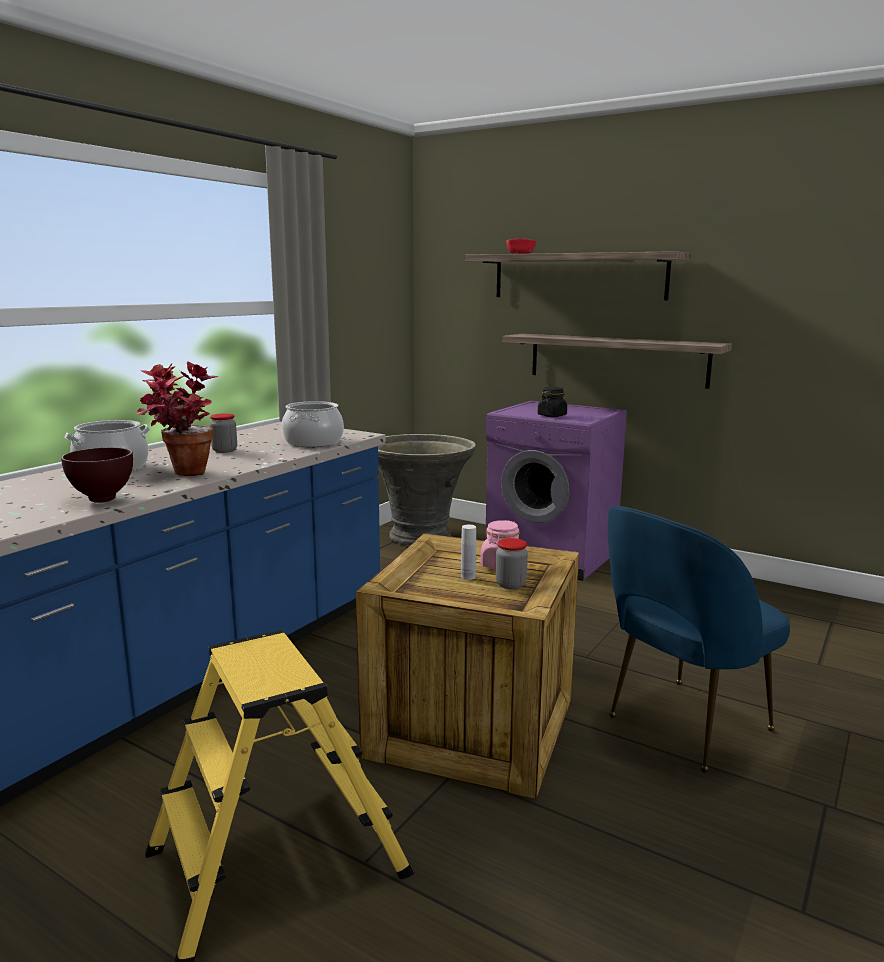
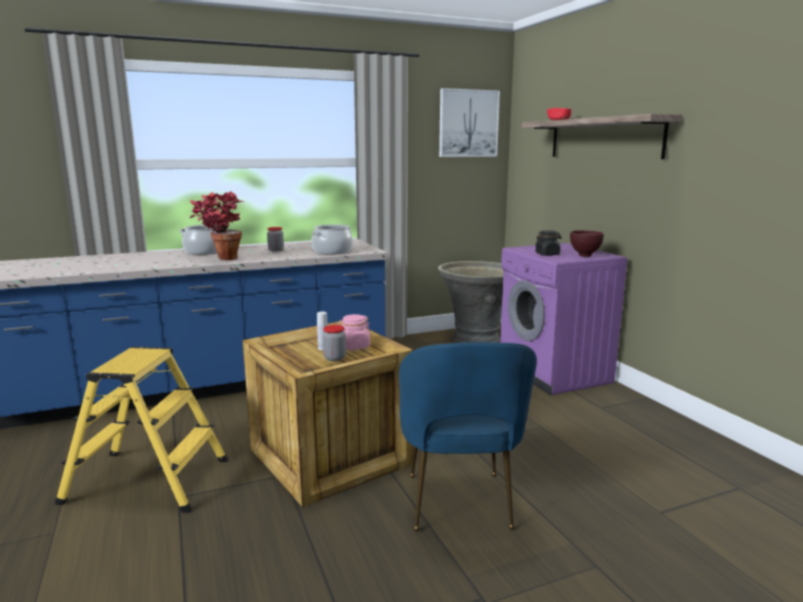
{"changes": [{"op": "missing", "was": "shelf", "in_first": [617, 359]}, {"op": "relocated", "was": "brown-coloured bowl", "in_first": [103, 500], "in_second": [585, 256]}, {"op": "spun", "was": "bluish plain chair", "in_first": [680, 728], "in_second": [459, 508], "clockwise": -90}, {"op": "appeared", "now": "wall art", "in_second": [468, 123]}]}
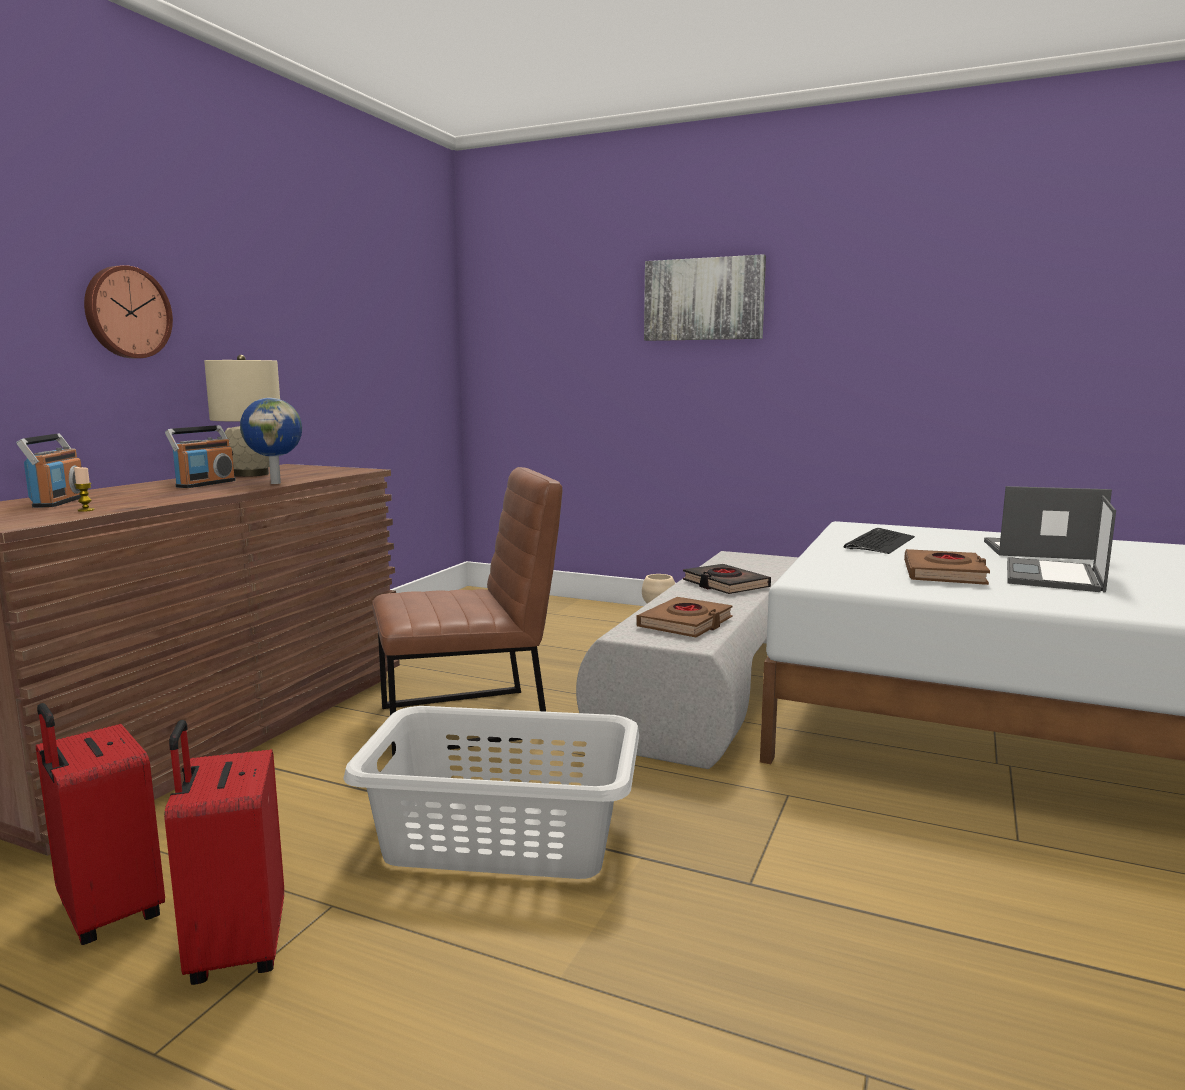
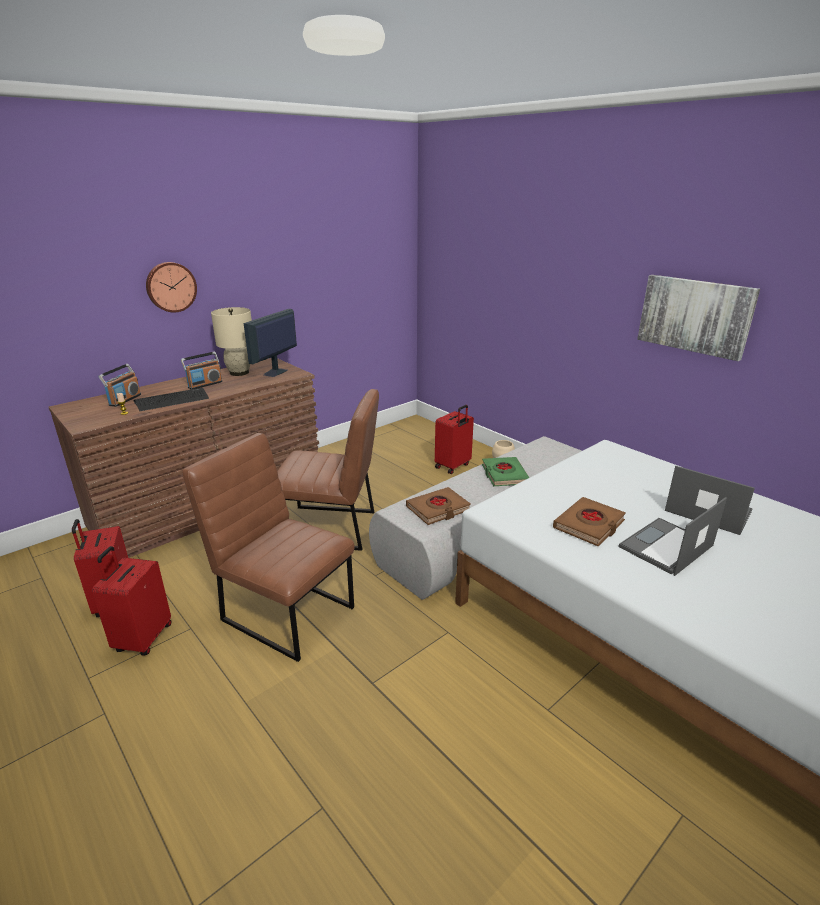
{"changes": [{"op": "relocated", "was": "wall art", "in_first": [704, 299], "in_second": [695, 315]}, {"op": "missing", "was": "globe", "in_first": [276, 483]}, {"op": "relocated", "was": "PC keyboard", "in_first": [879, 543], "in_second": [172, 400]}, {"op": "colour", "was": "blackish bound book", "now": "green-coloured bound book", "in_first": [725, 584], "in_second": [504, 475]}, {"op": "exchanged", "was": "gray washing basket", "now": "brown-coloured plain chair", "in_first": [501, 835], "in_second": [286, 611]}, {"op": "appeared", "now": "computer screen", "in_second": [275, 372]}, {"op": "appeared", "now": "reddish suitcase", "in_second": [453, 466]}]}
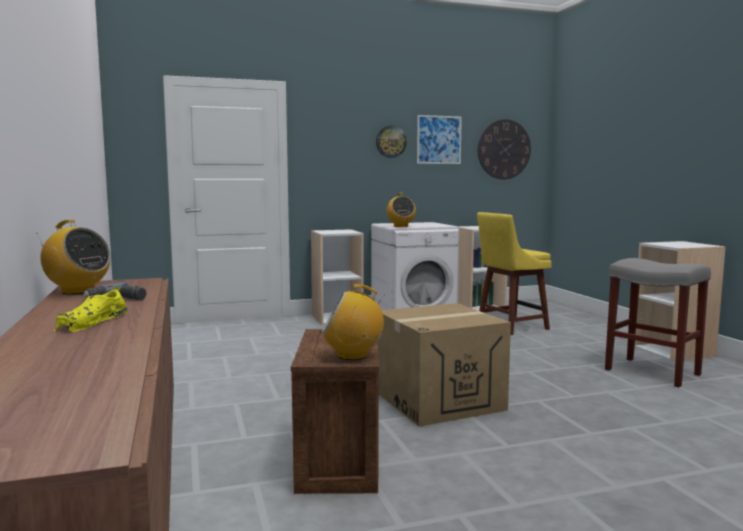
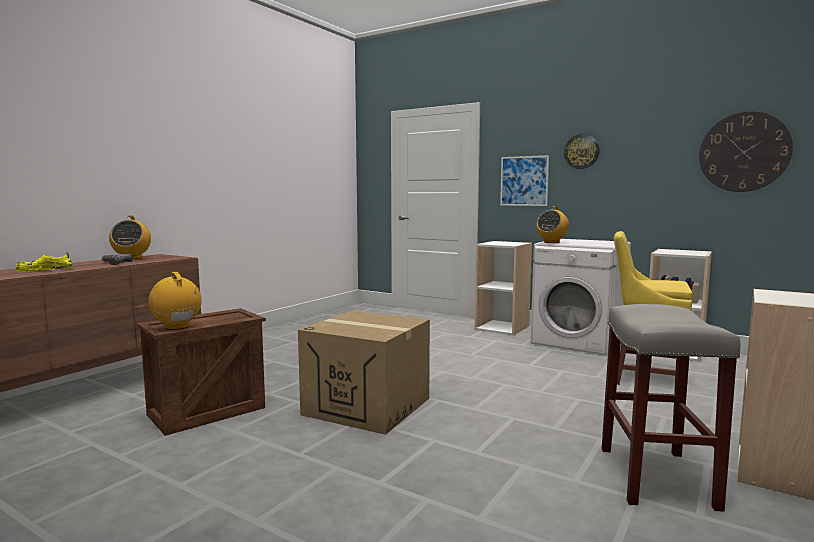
{"changes": [{"op": "relocated", "was": "wall art", "in_first": [439, 139], "in_second": [524, 181]}]}
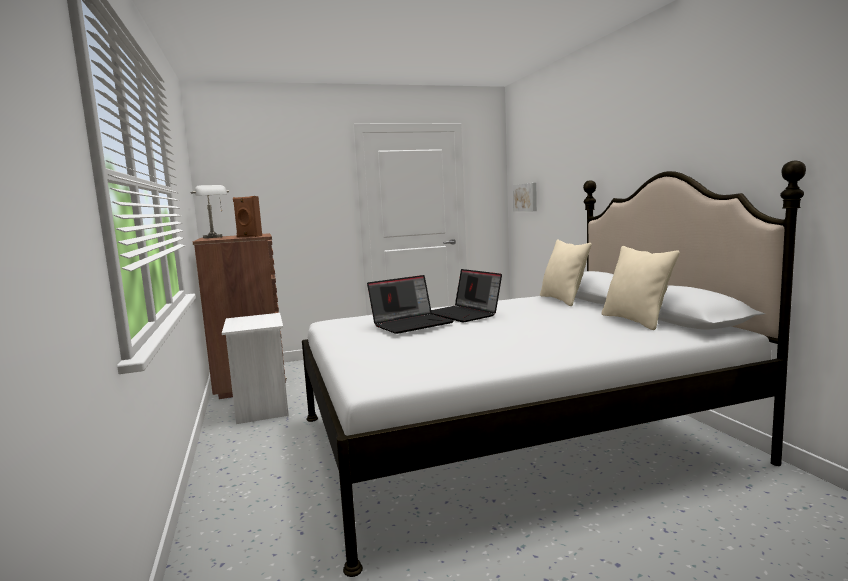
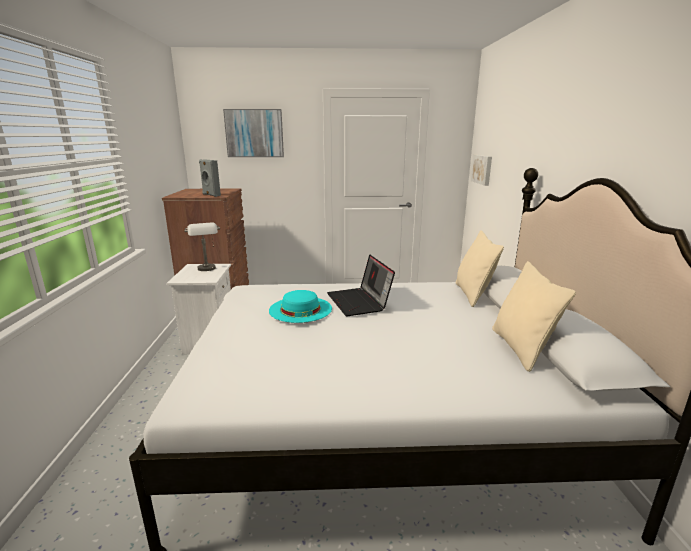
{"changes": [{"op": "relocated", "was": "gray table lamp", "in_first": [215, 237], "in_second": [207, 270]}, {"op": "colour", "was": "brown-coloured speaker", "now": "gray speaker", "in_first": [248, 236], "in_second": [211, 195]}, {"op": "exchanged", "was": "portable computer", "now": "turquoise wearable hat", "in_first": [412, 323], "in_second": [300, 309]}, {"op": "appeared", "now": "wall art", "in_second": [254, 133]}]}
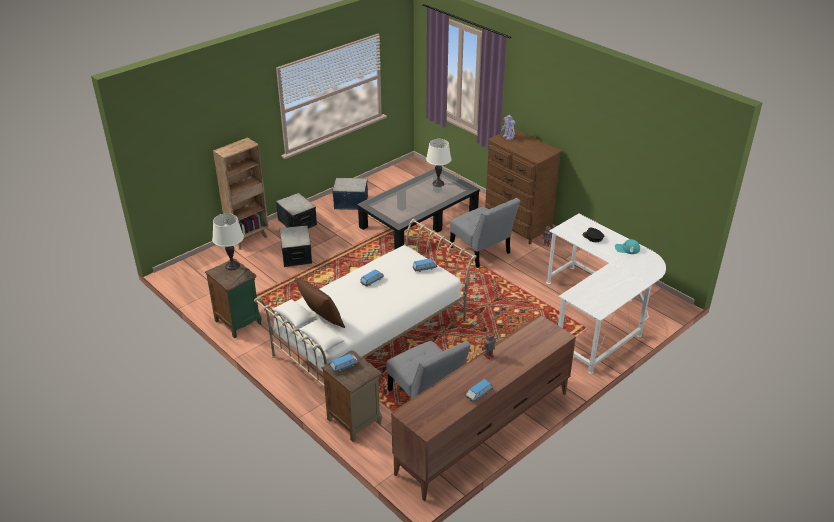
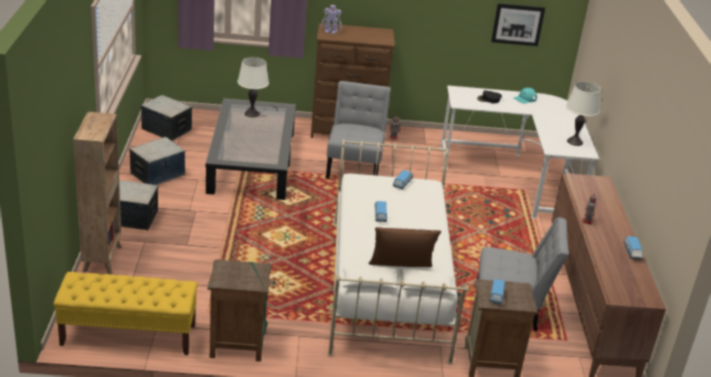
{"changes": [{"op": "spun", "was": "gray plain chair", "in_first": [482, 252], "in_second": [354, 167], "clockwise": -90}, {"op": "relocated", "was": "white-coloured table lamp", "in_first": [232, 266], "in_second": [575, 142]}, {"op": "relocated", "was": "storage bin", "in_first": [297, 255], "in_second": [166, 129]}, {"op": "appeared", "now": "wall art", "in_second": [517, 24]}, {"op": "appeared", "now": "yellow-coloured indoor bench", "in_second": [128, 335]}]}
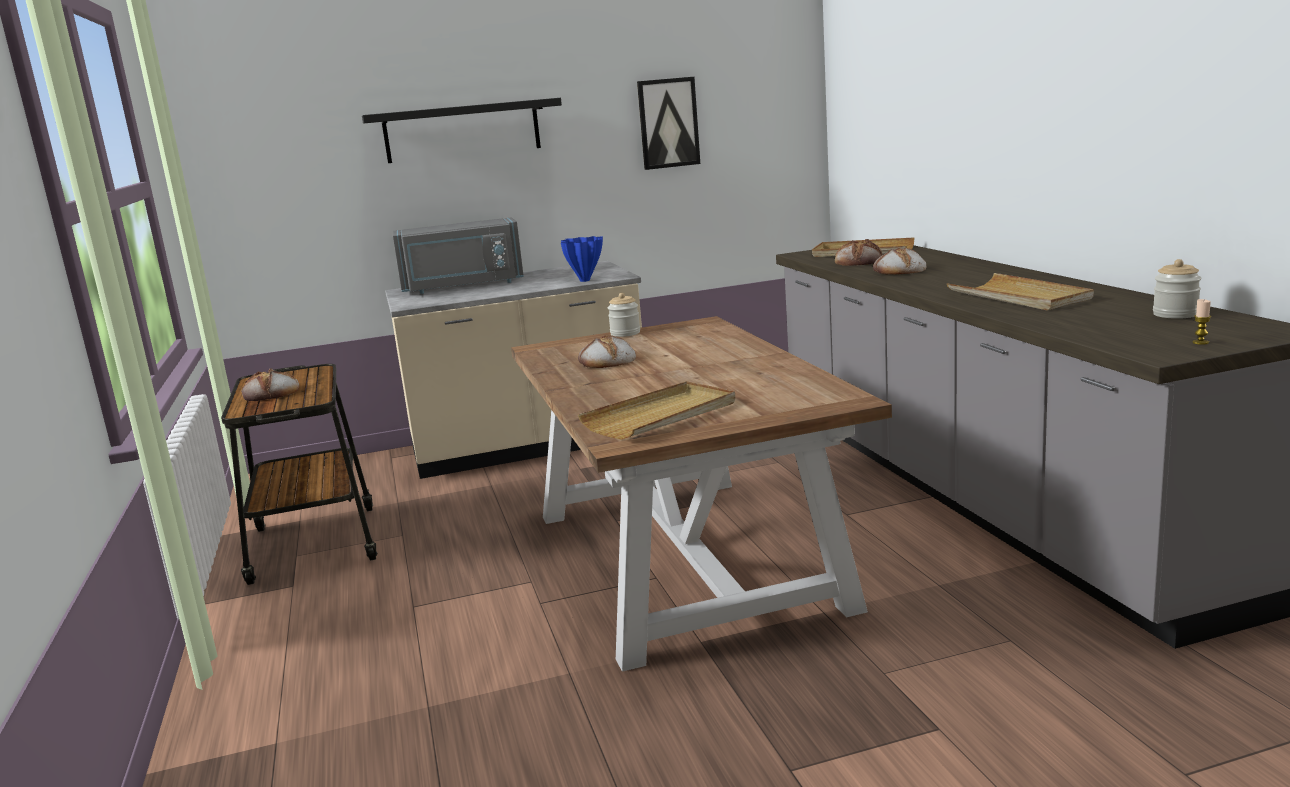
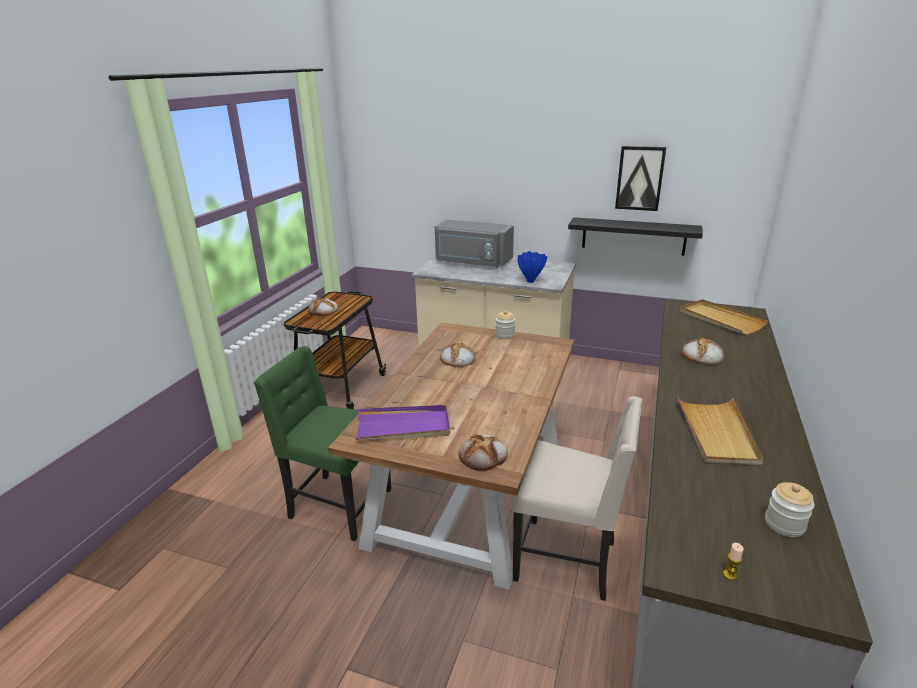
{"changes": [{"op": "relocated", "was": "blackish shelf", "in_first": [462, 131], "in_second": [633, 236]}, {"op": "relocated", "was": "baked bread", "in_first": [859, 261], "in_second": [483, 456]}, {"op": "colour", "was": "beige tray", "now": "purple-coloured tray", "in_first": [661, 415], "in_second": [403, 426]}, {"op": "appeared", "now": "green-coloured plain chair", "in_second": [338, 505]}, {"op": "appeared", "now": "beige plain chair", "in_second": [568, 560]}]}
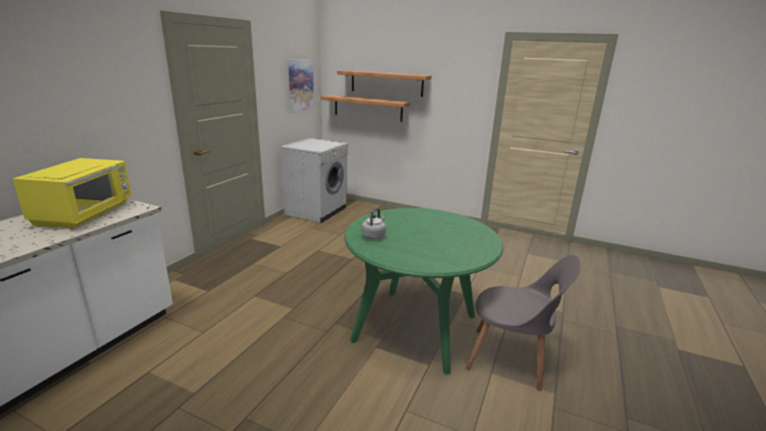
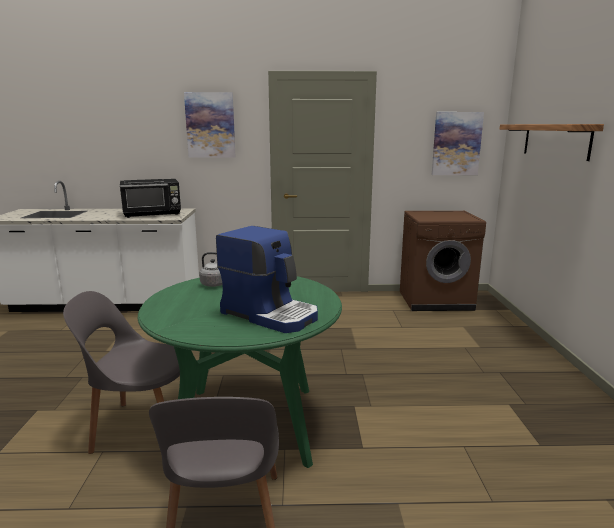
{"changes": [{"op": "missing", "was": "shelf", "in_first": [368, 108]}, {"op": "colour", "was": "white-coloured washing machine", "now": "brown-coloured washing machine", "in_first": [317, 211], "in_second": [436, 301]}, {"op": "colour", "was": "yellow-coloured kitchen microwave", "now": "blackish kitchen microwave", "in_first": [86, 214], "in_second": [153, 214]}, {"op": "appeared", "now": "wall art", "in_second": [210, 125]}, {"op": "appeared", "now": "coffee machine", "in_second": [270, 314]}, {"op": "appeared", "now": "gray plain chair", "in_second": [141, 427]}]}
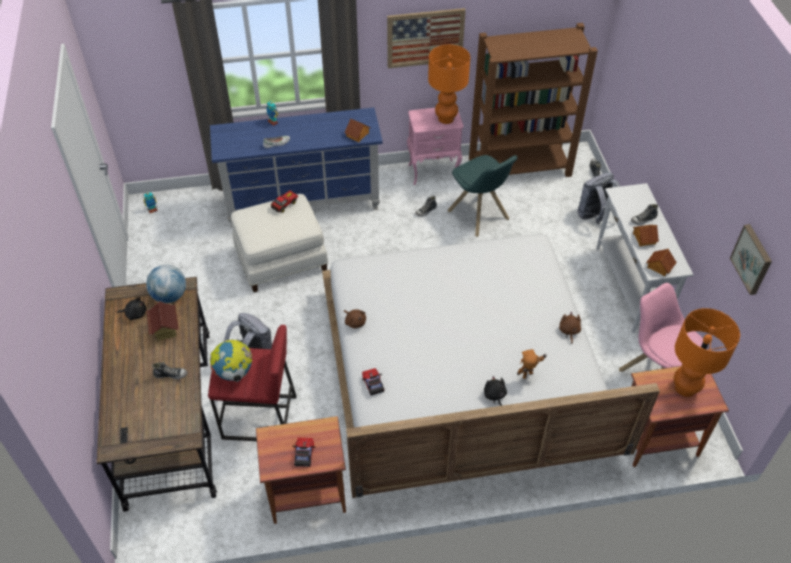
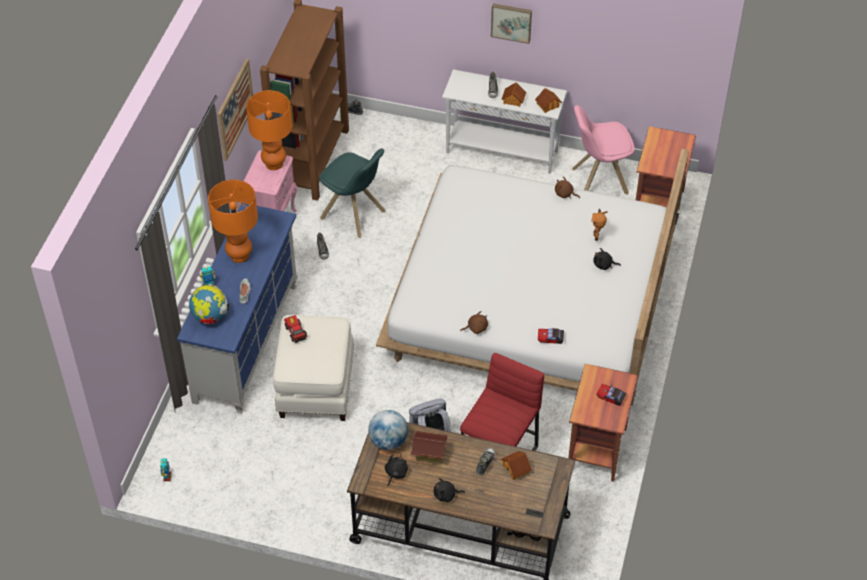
{"changes": [{"op": "relocated", "was": "miniature house", "in_first": [357, 135], "in_second": [516, 468]}, {"op": "spun", "was": "turquoise plain chair", "in_first": [479, 215], "in_second": [353, 214], "clockwise": 45}, {"op": "missing", "was": "gray rucksack", "in_first": [594, 217]}, {"op": "relocated", "was": "wall art", "in_first": [752, 259], "in_second": [511, 22]}, {"op": "relocated", "was": "orange-coloured table lamp", "in_first": [685, 388], "in_second": [239, 256]}, {"op": "relocated", "was": "globe", "in_first": [234, 372], "in_second": [210, 317]}, {"op": "appeared", "now": "blackish plush toy", "in_second": [446, 495]}]}
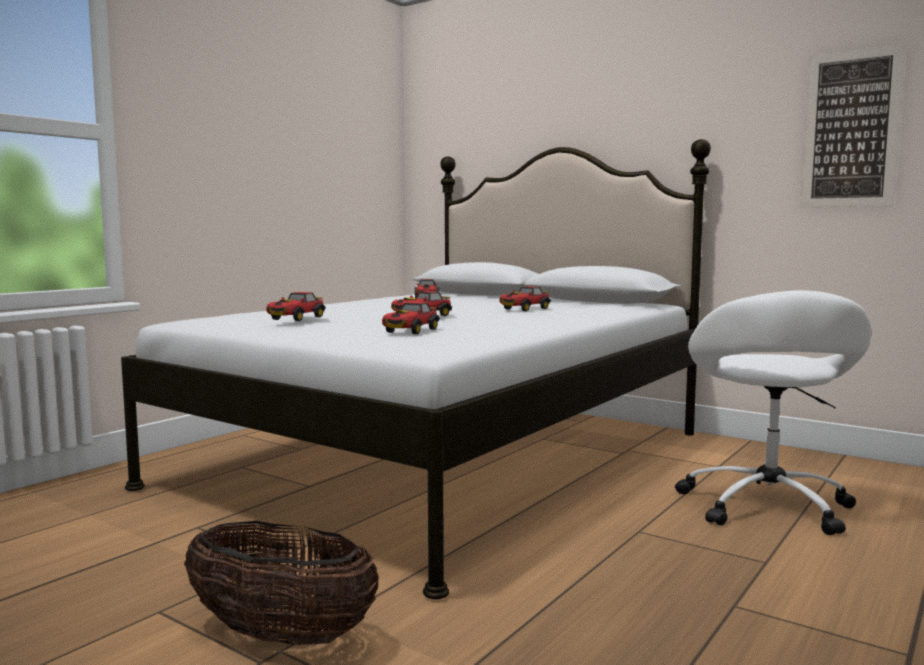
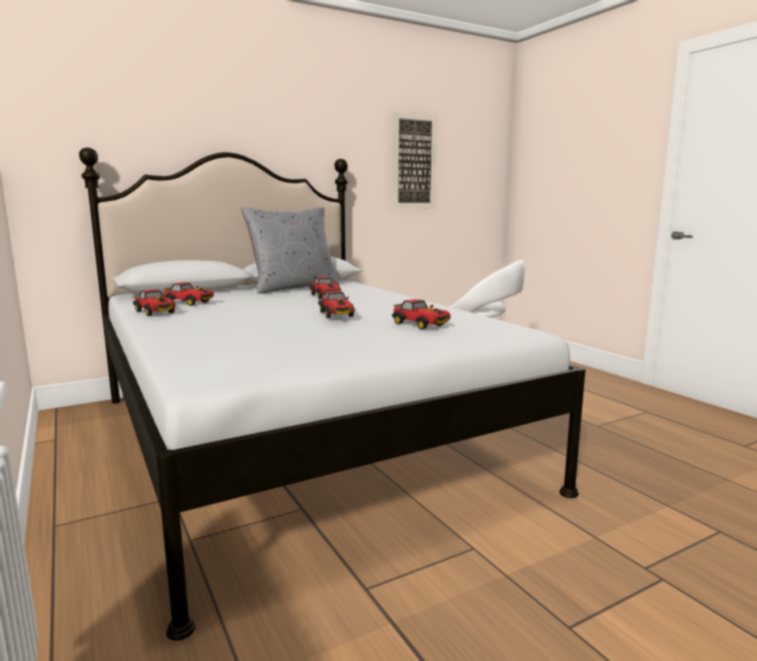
{"changes": [{"op": "relocated", "was": "model car", "in_first": [296, 318], "in_second": [155, 312]}, {"op": "missing", "was": "household basket", "in_first": [281, 635]}, {"op": "appeared", "now": "gray throw pillow", "in_second": [293, 288]}]}
